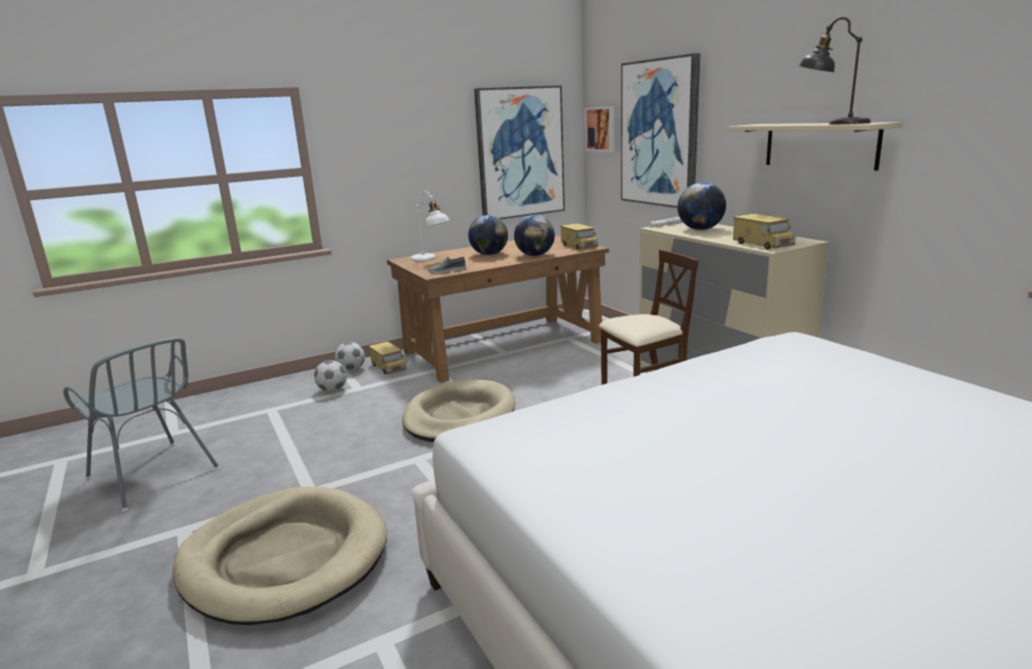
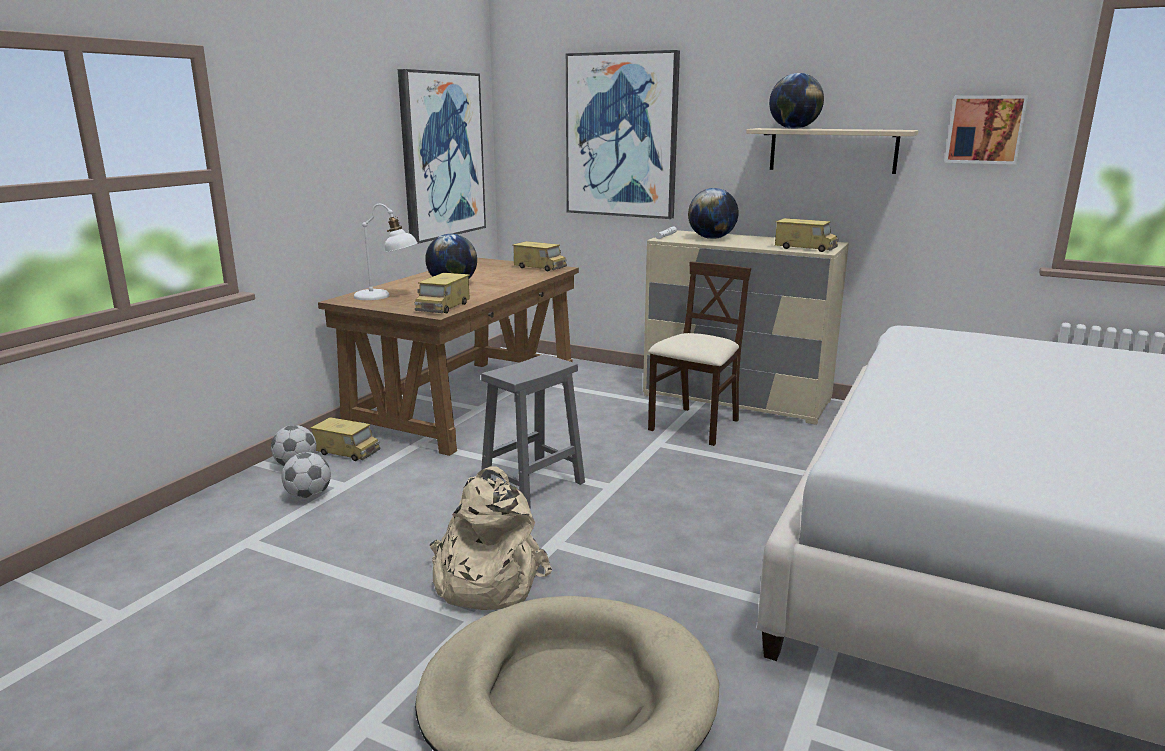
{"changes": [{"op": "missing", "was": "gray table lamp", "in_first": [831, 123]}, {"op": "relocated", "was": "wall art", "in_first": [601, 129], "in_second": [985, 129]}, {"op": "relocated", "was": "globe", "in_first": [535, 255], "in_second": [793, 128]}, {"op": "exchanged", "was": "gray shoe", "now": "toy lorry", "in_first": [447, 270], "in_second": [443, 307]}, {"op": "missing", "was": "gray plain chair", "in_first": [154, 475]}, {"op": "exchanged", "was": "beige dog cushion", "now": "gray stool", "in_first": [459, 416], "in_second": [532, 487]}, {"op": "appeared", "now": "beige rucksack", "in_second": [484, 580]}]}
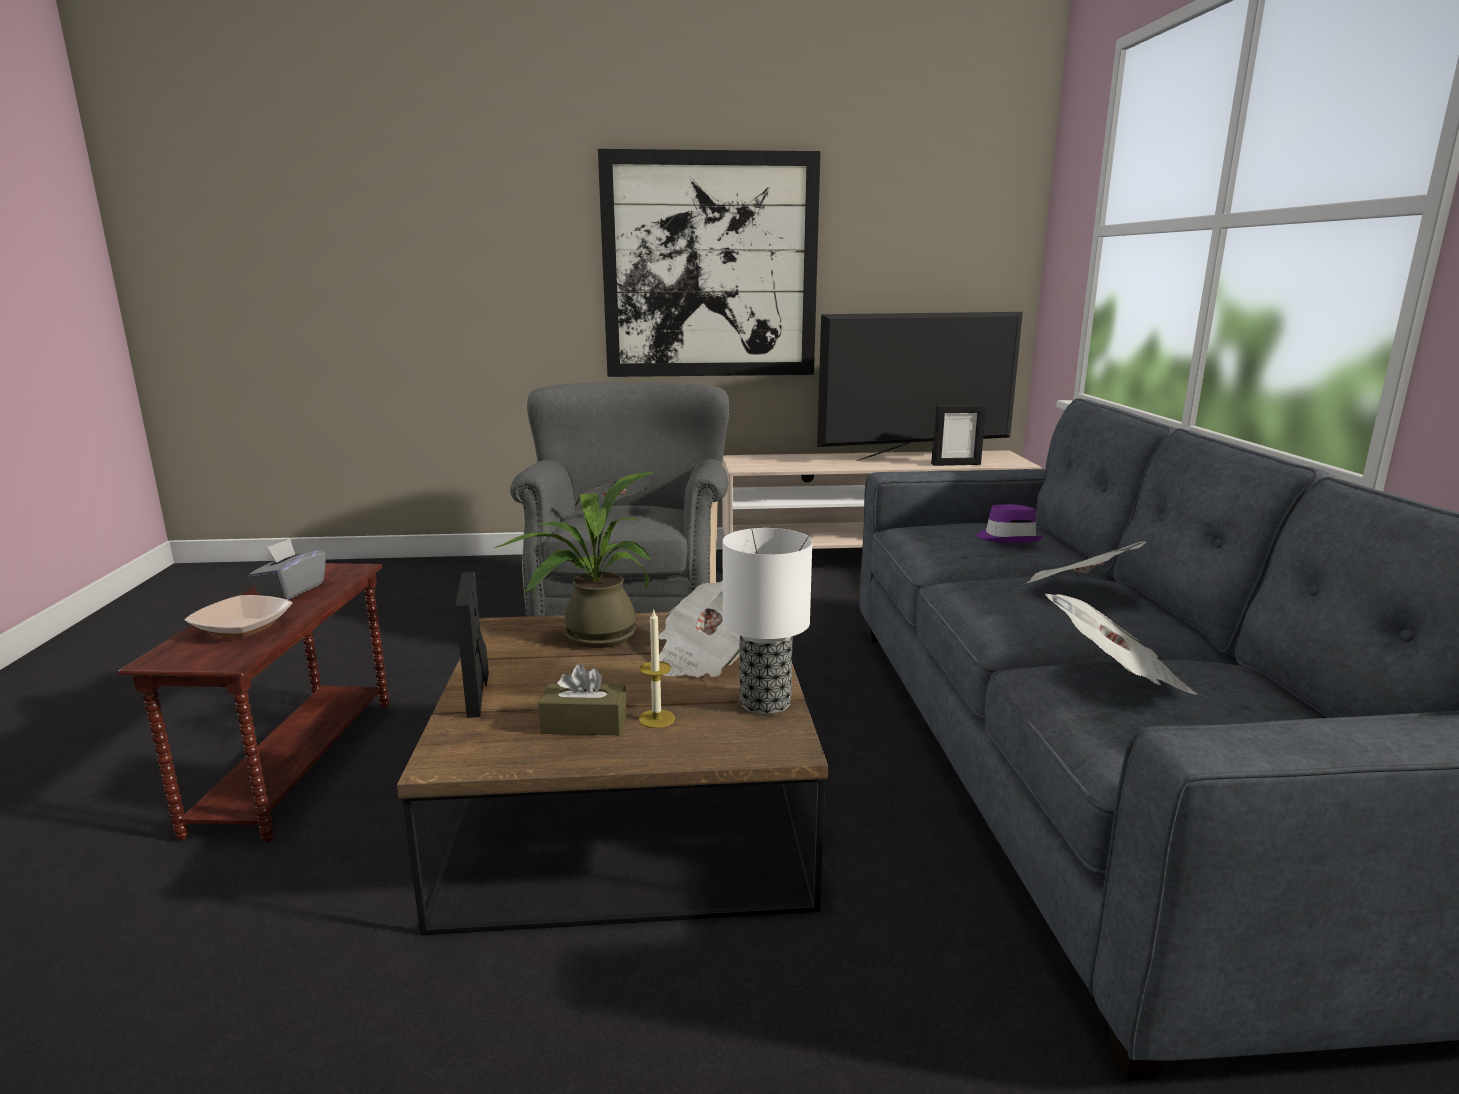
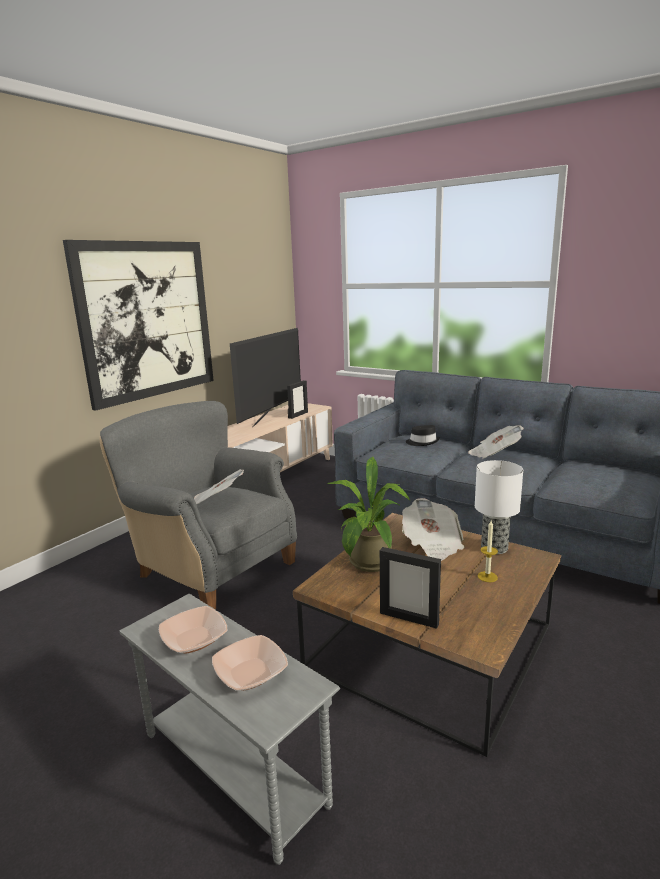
{"changes": [{"op": "colour", "was": "purple-coloured wearable hat", "now": "blackish wearable hat", "in_first": [1008, 538], "in_second": [422, 442]}, {"op": "exchanged", "was": "gray box of tissues", "now": "bowl", "in_first": [291, 591], "in_second": [194, 639]}, {"op": "colour", "was": "brown-coloured end table", "now": "gray end table", "in_first": [295, 764], "in_second": [232, 770]}, {"op": "missing", "was": "daily paper", "in_first": [1114, 677]}, {"op": "missing", "was": "brown-coloured box of tissues", "in_first": [584, 724]}]}
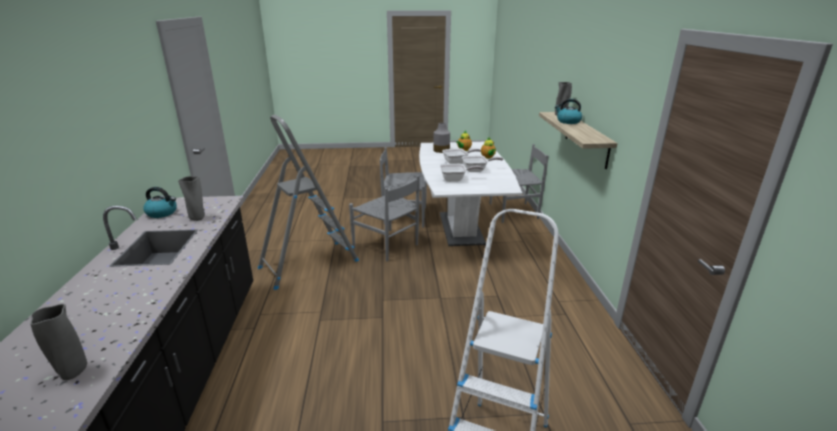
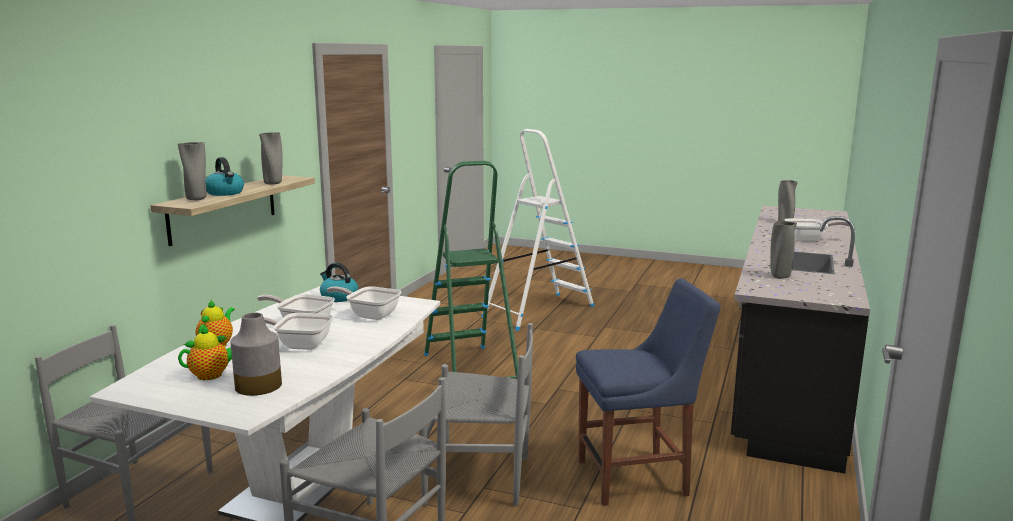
{"changes": [{"op": "exchanged", "was": "gray stepladder", "now": "bluish plain chair", "in_first": [309, 264], "in_second": [638, 477]}, {"op": "spun", "was": "gray plain chair", "in_first": [387, 246], "in_second": [479, 478], "clockwise": 120}, {"op": "relocated", "was": "tea kettle", "in_first": [162, 213], "in_second": [338, 297]}, {"op": "appeared", "now": "gray flower vase", "in_second": [273, 183]}, {"op": "appeared", "now": "green-coloured stepladder", "in_second": [470, 372]}, {"op": "appeared", "now": "frying pan", "in_second": [809, 240]}]}
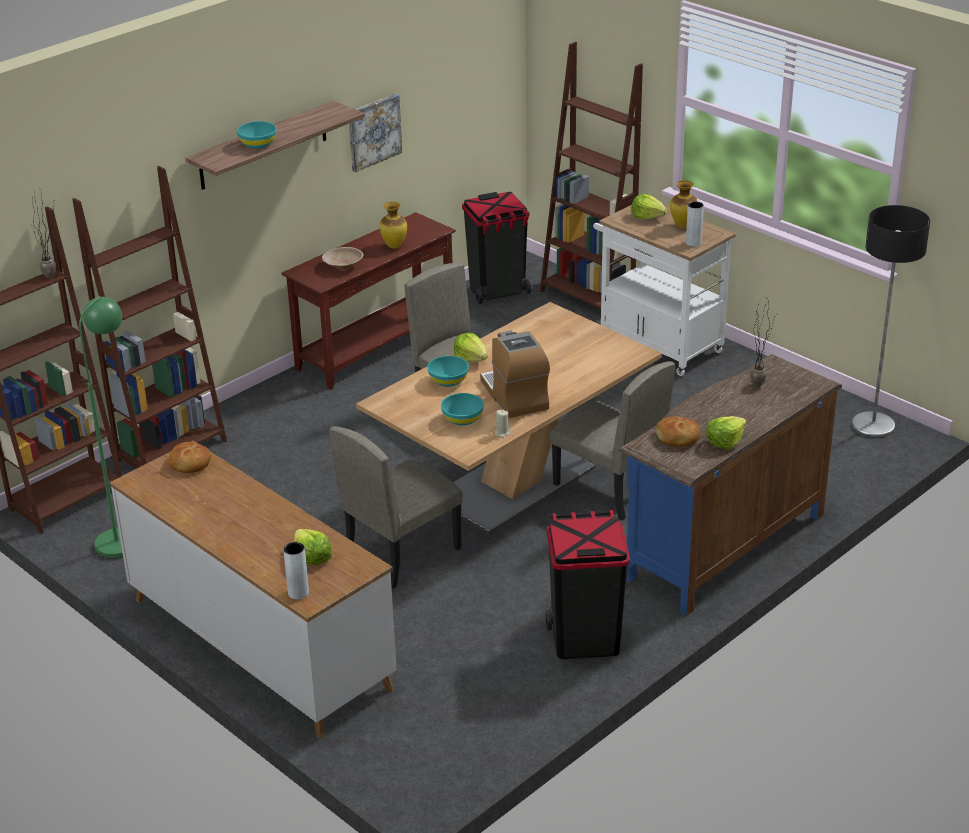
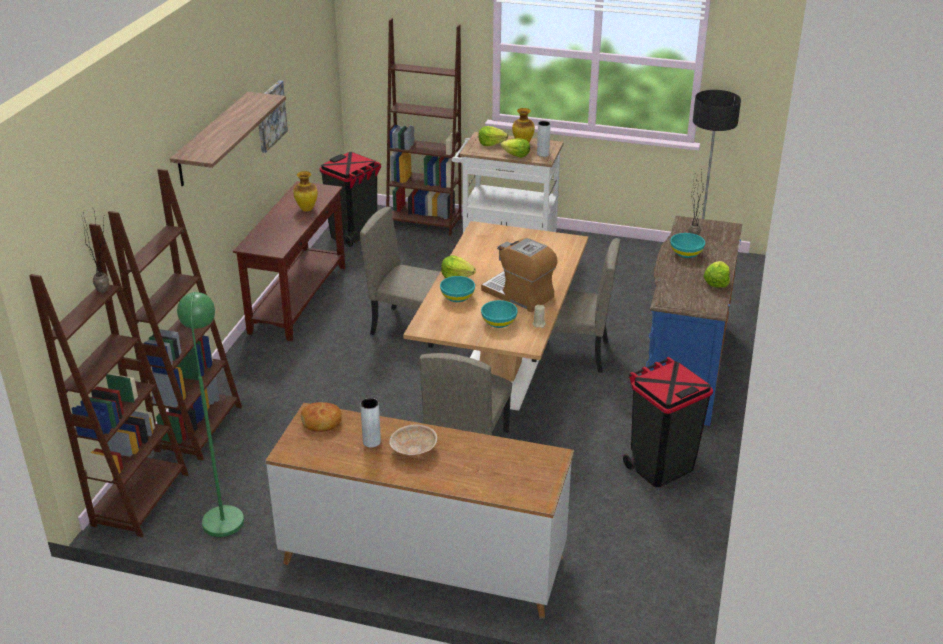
{"changes": [{"op": "relocated", "was": "turquoise bowl", "in_first": [258, 144], "in_second": [686, 253]}, {"op": "relocated", "was": "beige bowl", "in_first": [342, 266], "in_second": [413, 450]}, {"op": "missing", "was": "baked bread", "in_first": [677, 438]}, {"op": "relocated", "was": "head of lettuce", "in_first": [312, 557], "in_second": [516, 155]}, {"op": "relocated", "was": "gray flower vase", "in_first": [298, 593], "in_second": [371, 442]}]}
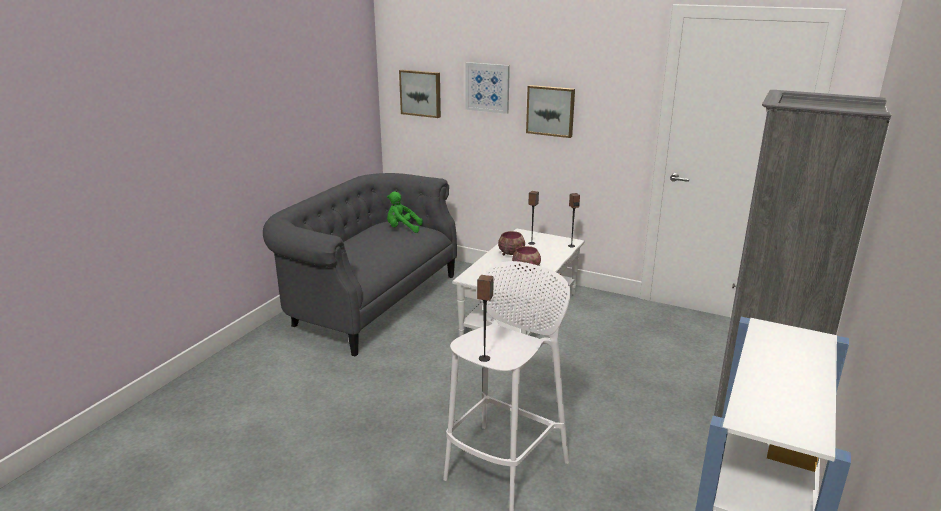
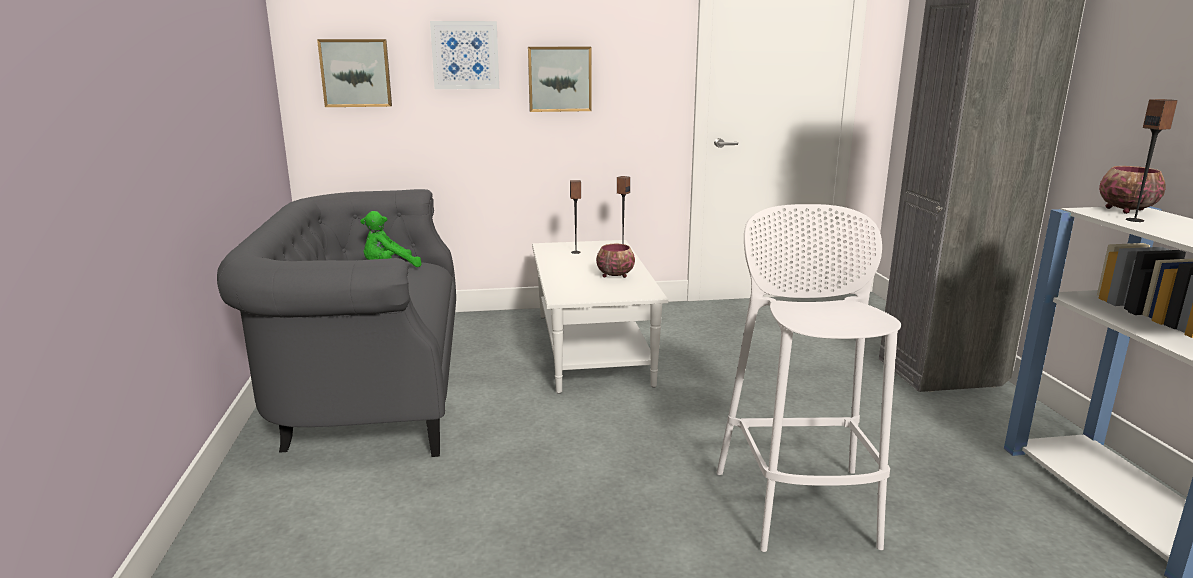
{"changes": [{"op": "relocated", "was": "bowl", "in_first": [510, 253], "in_second": [1124, 210]}, {"op": "relocated", "was": "speaker", "in_first": [484, 358], "in_second": [1135, 220]}]}
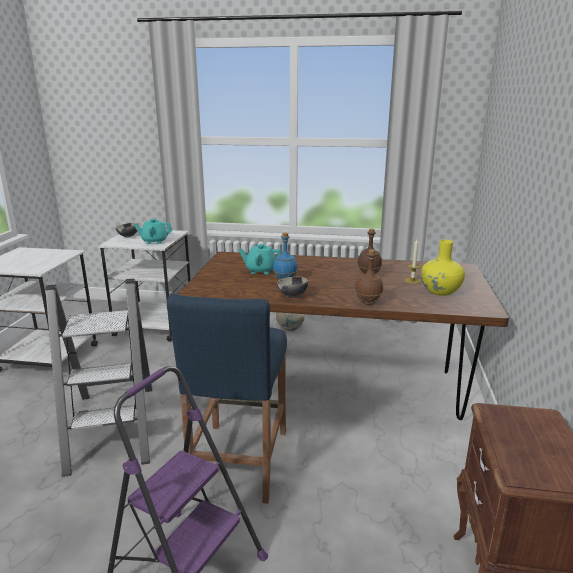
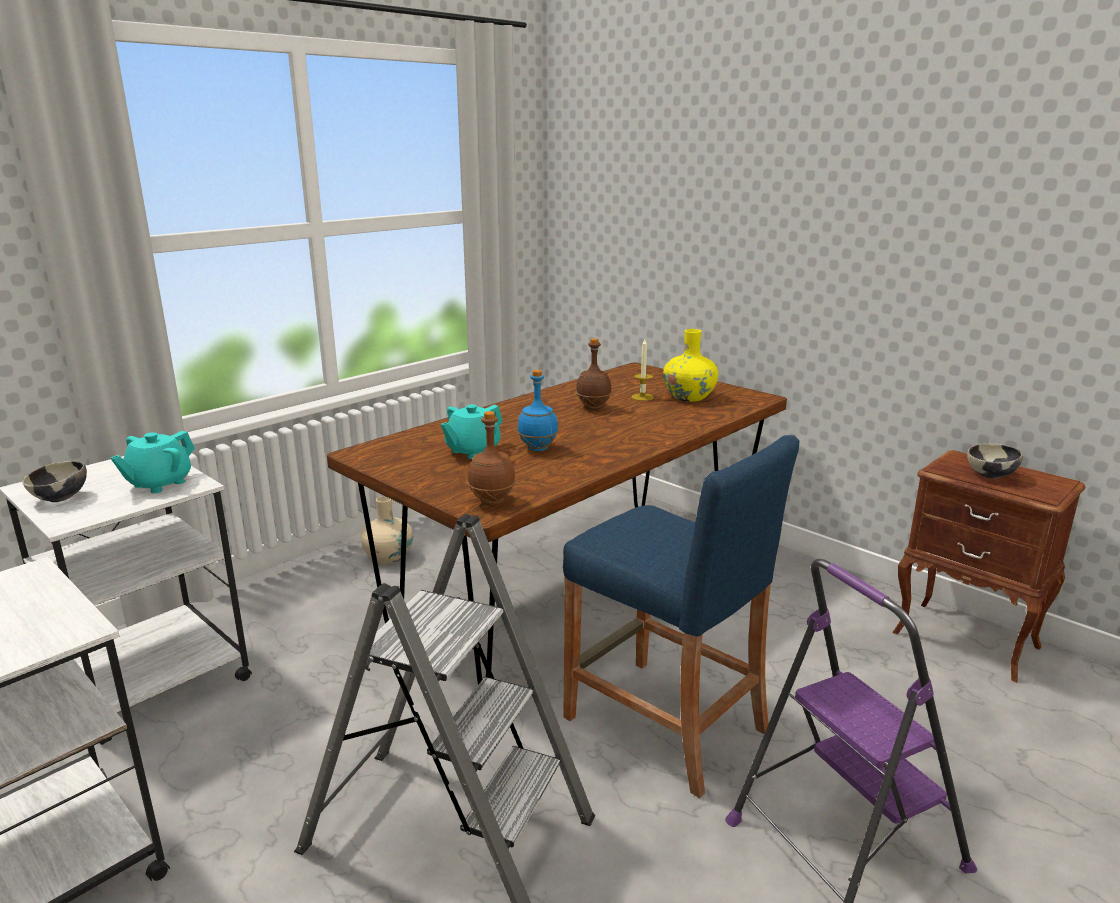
{"changes": [{"op": "relocated", "was": "brown-coloured bottle", "in_first": [368, 303], "in_second": [492, 501]}, {"op": "relocated", "was": "bowl", "in_first": [292, 296], "in_second": [990, 475]}]}
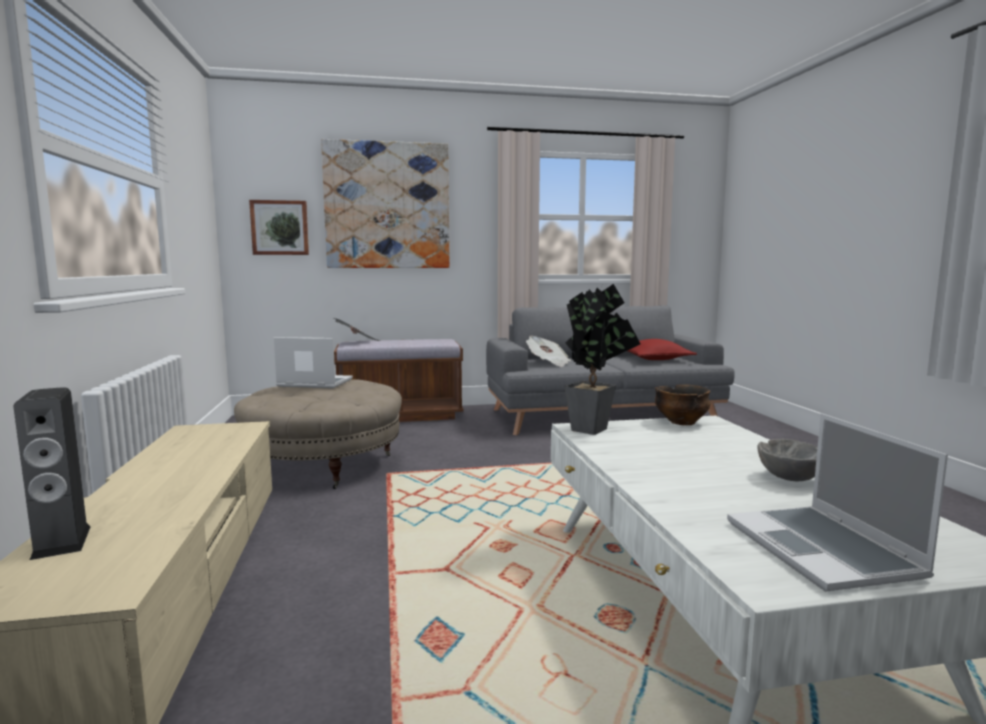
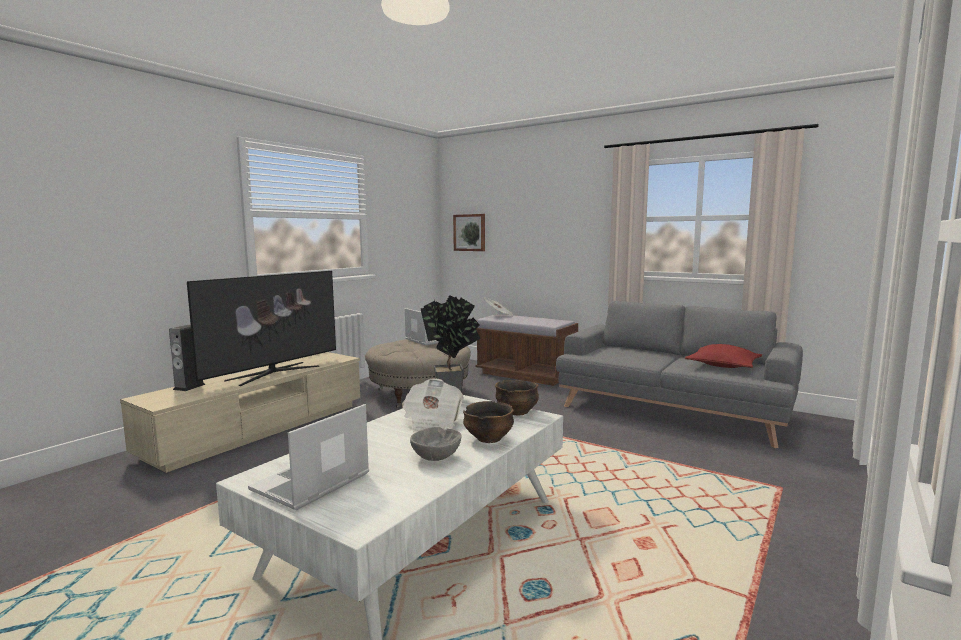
{"changes": [{"op": "missing", "was": "wall art", "in_first": [387, 206]}, {"op": "relocated", "was": "daily paper", "in_first": [548, 363], "in_second": [432, 422]}, {"op": "appeared", "now": "TV", "in_second": [273, 373]}, {"op": "appeared", "now": "bowl", "in_second": [488, 439]}]}
